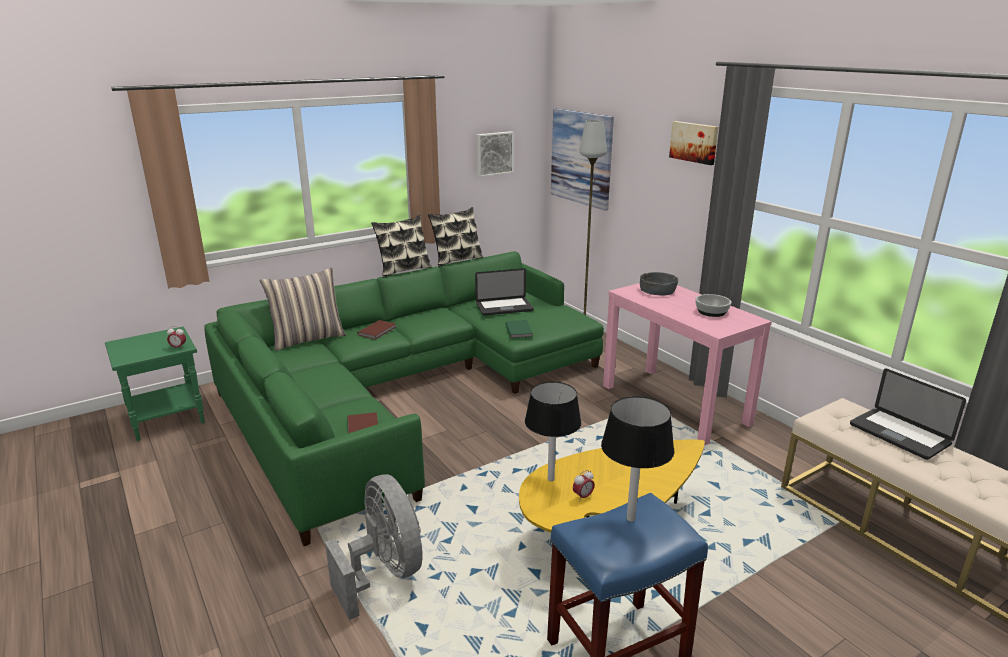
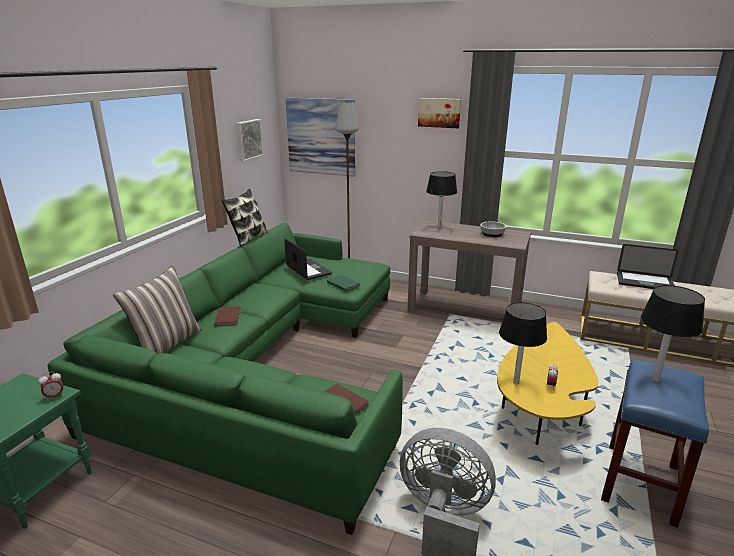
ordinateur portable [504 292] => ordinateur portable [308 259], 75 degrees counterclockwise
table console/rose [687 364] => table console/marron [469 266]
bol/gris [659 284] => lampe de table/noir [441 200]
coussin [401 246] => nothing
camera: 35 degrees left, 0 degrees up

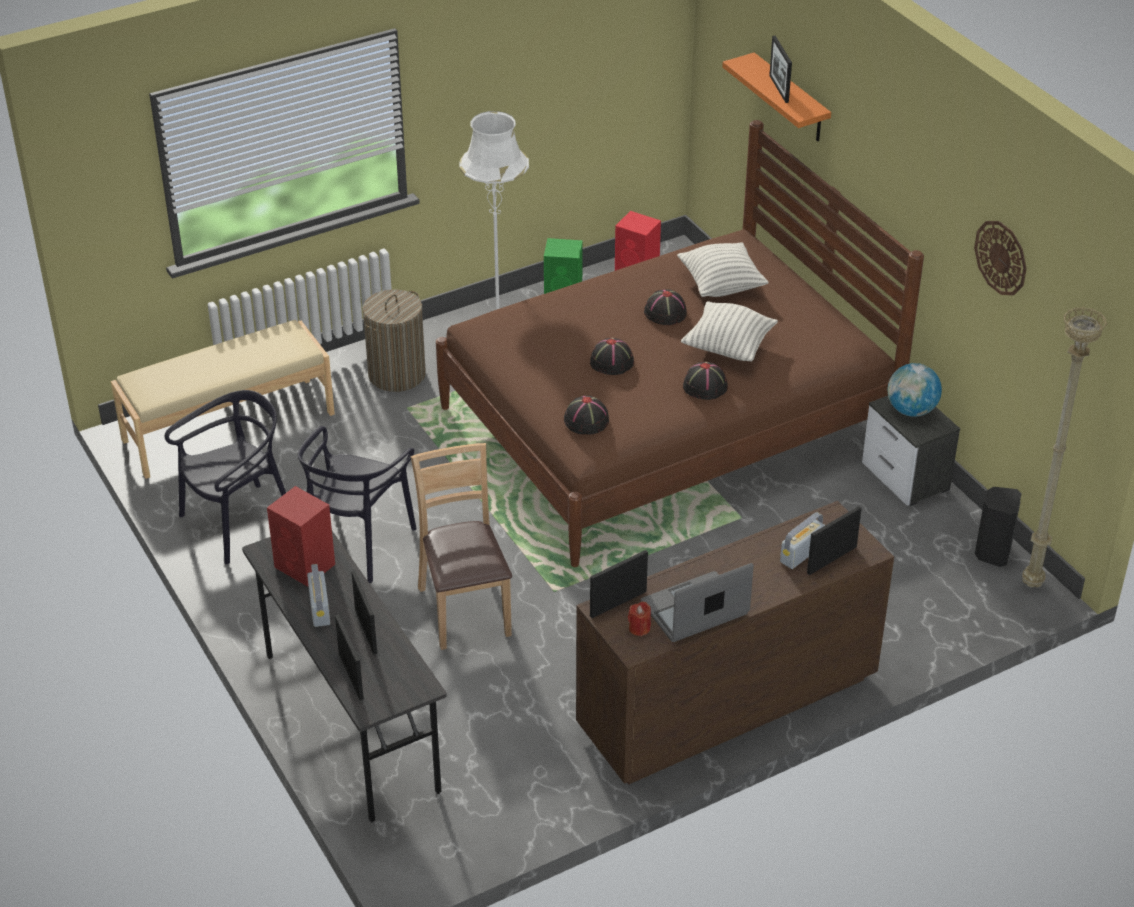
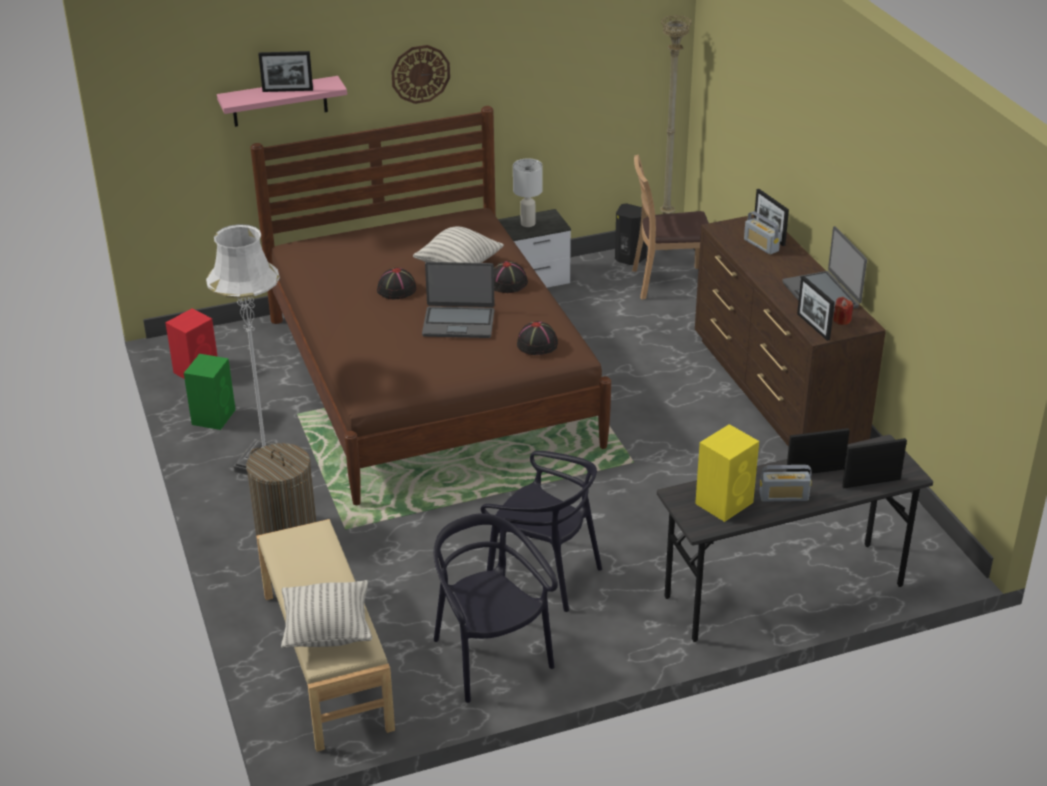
étagère/orange [776 96] => étagère/rose [282 101]
coussin [723 269] => coussin [326 614], moved
horloge murale [1000 258] => horloge murale [420 74], moved
chapeau/noir [612 356] => ordinateur portable [458 300]
globe [915 390] => lampe de table/blanc [528 192]
chaise/marron [461 546] => chaise/marron [670 227], moved
enceinte/rouge [301 536] => enceinte/jaune [727 473]
camera: 80 degrees left, 5 degrees down

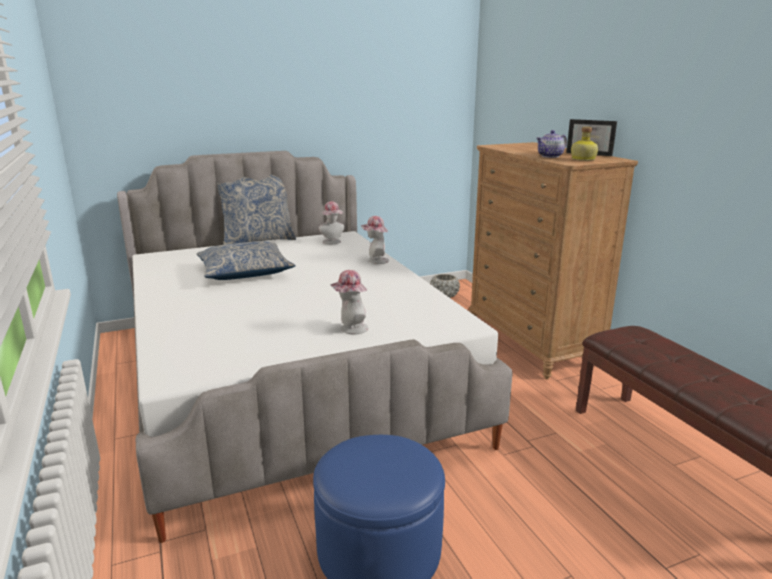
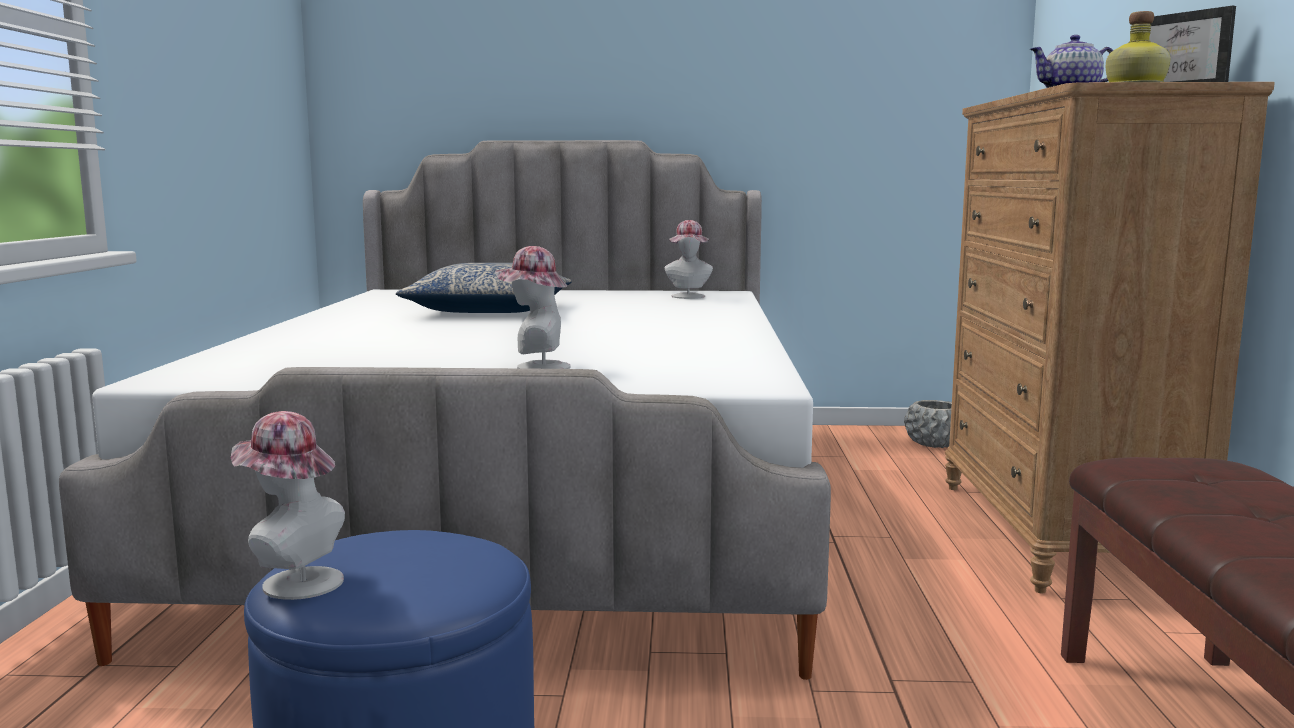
chapeau [375 240] => chapeau [288 505], moved
coussin [256 209] => nothing
camera: 25 degrees right, 10 degrees down

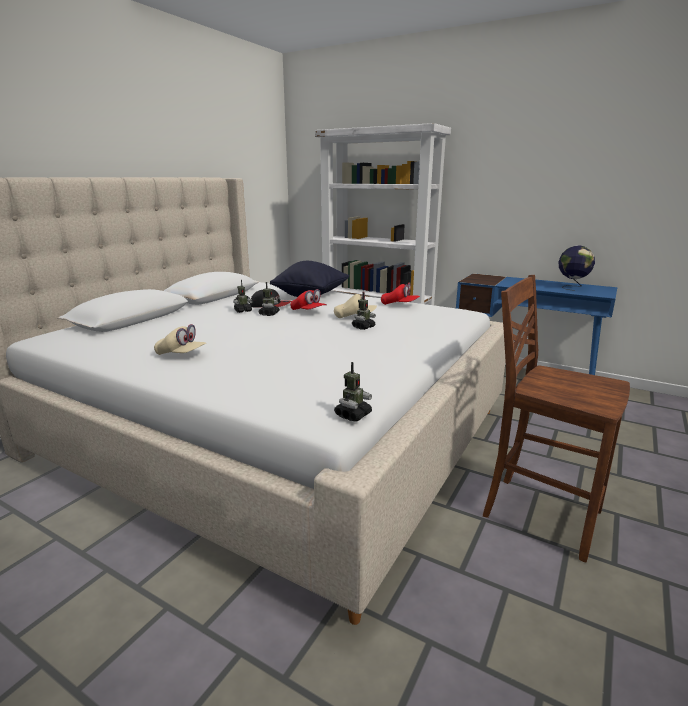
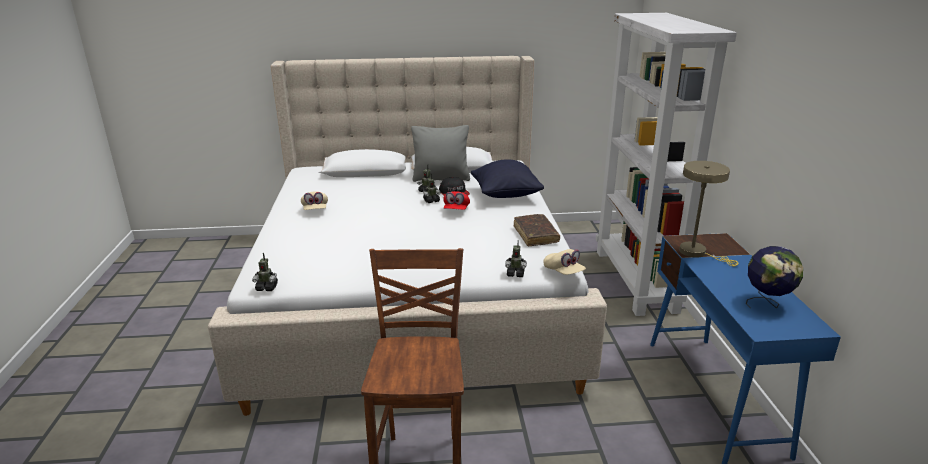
nothing => coussin/gris [440 153]
robot jouet [364 311] => robot jouet [516 258], moved
casquette/rouge [400 293] => livre/marron [537 230]
casquette/beige [355 305] => casquette/beige [565 262], moved
nothing => lampe de table/beige [709 213]
camera: 55 degrees right, 5 degrees up

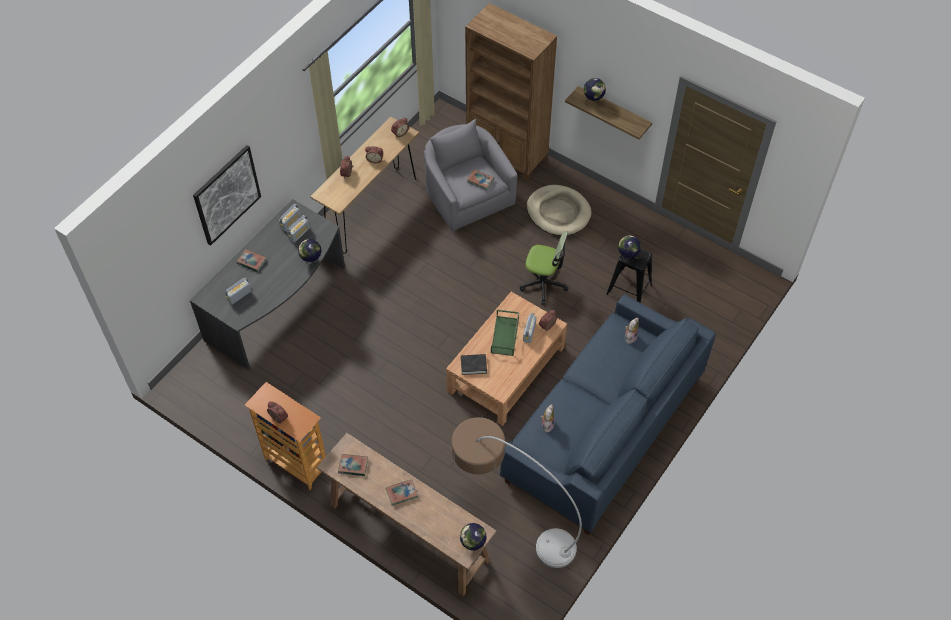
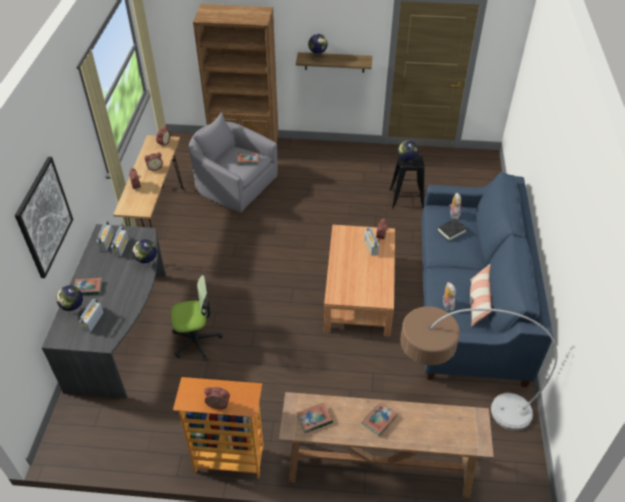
globe [473 537] => globe [69 300], moved
chaise de bureau [544 268] => chaise de bureau [197 318], moved
livre/noir [474 364] => livre/noir [452 229], moved
nothing => coussin [481 295]
plateau/vert [505 333] => nothing
panier pour chien/beige [559 210] => nothing
camera: 30 degrees left, 10 degrees down

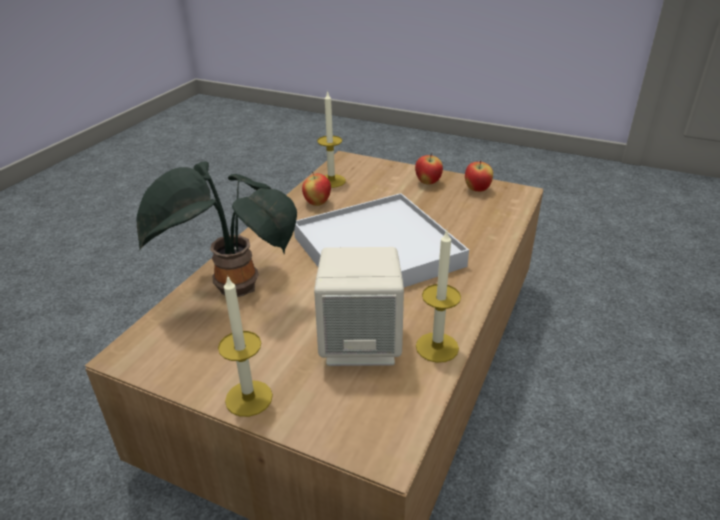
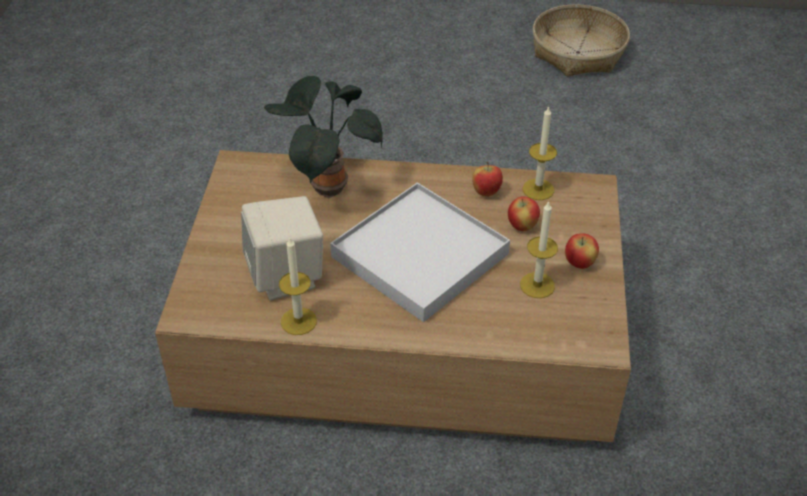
pomme [479 176] => pomme [524 213], moved
bougie [245 346] => bougie [539 249], moved
nothing => panier [581 40]
camera: 70 degrees right, 10 degrees up

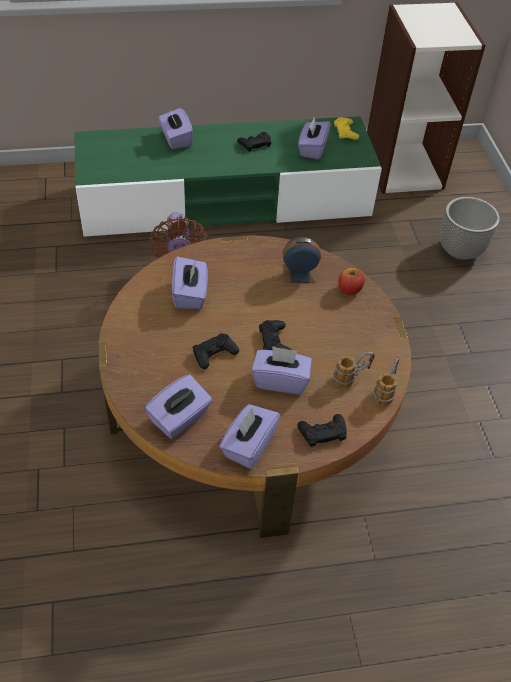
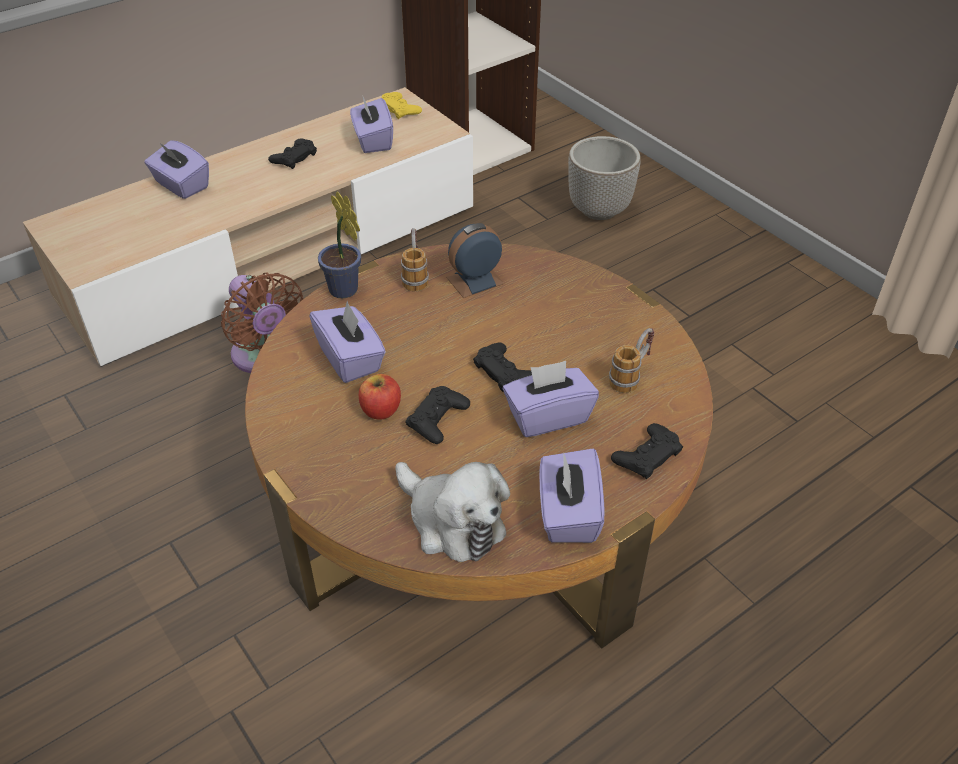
meuble télé/vert [228 176] => meuble télé/beige [248 227]
nothing => plante en pot [339 245]
pomme [351 281] => pomme [380 397], moved
boîte à mouchoirs/violet [178 406] => peluche [453 512]
mug [386 381] => mug [415 260], moved
camera: 25 degrees left, 5 degrees down

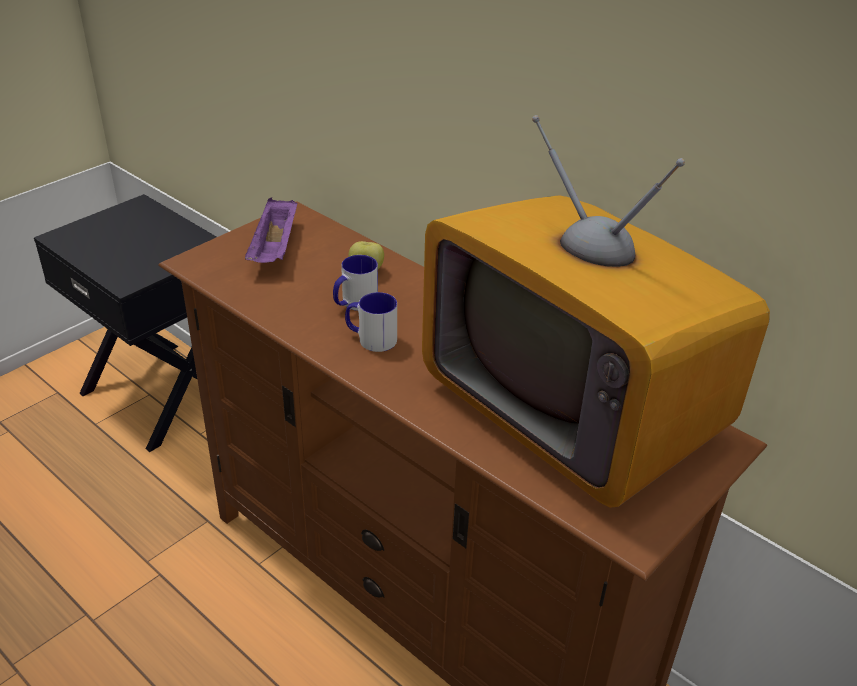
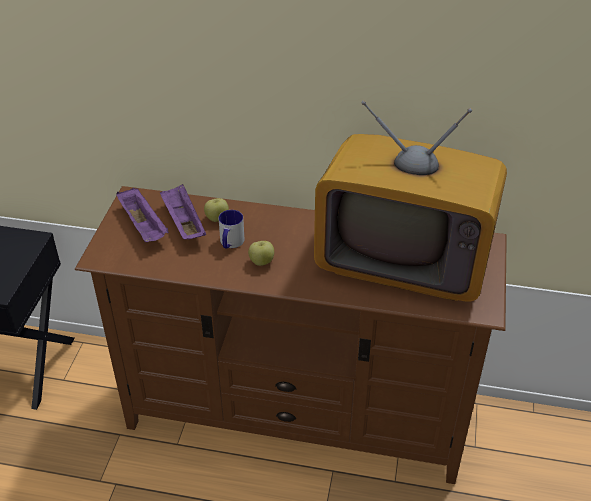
nothing => plateau/violet [183 212]
mug [371 322] => pomme [261 253]
camera: 30 degrees left, 5 degrees up

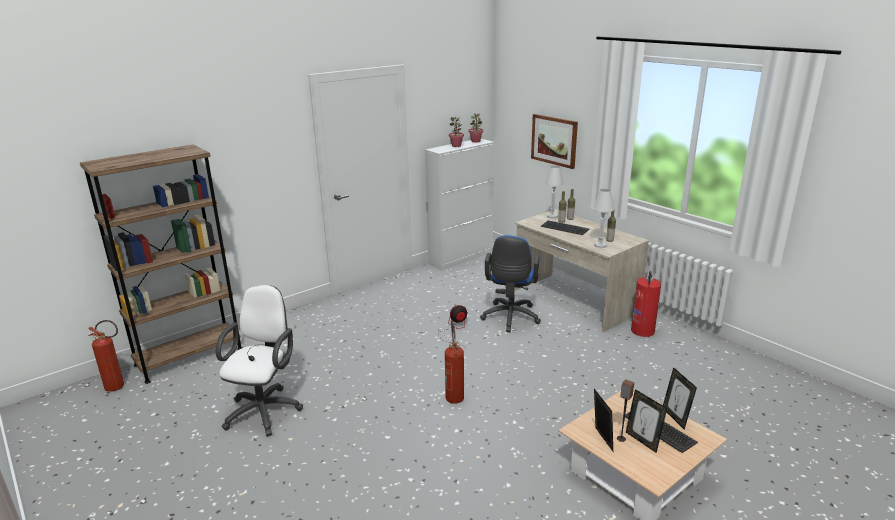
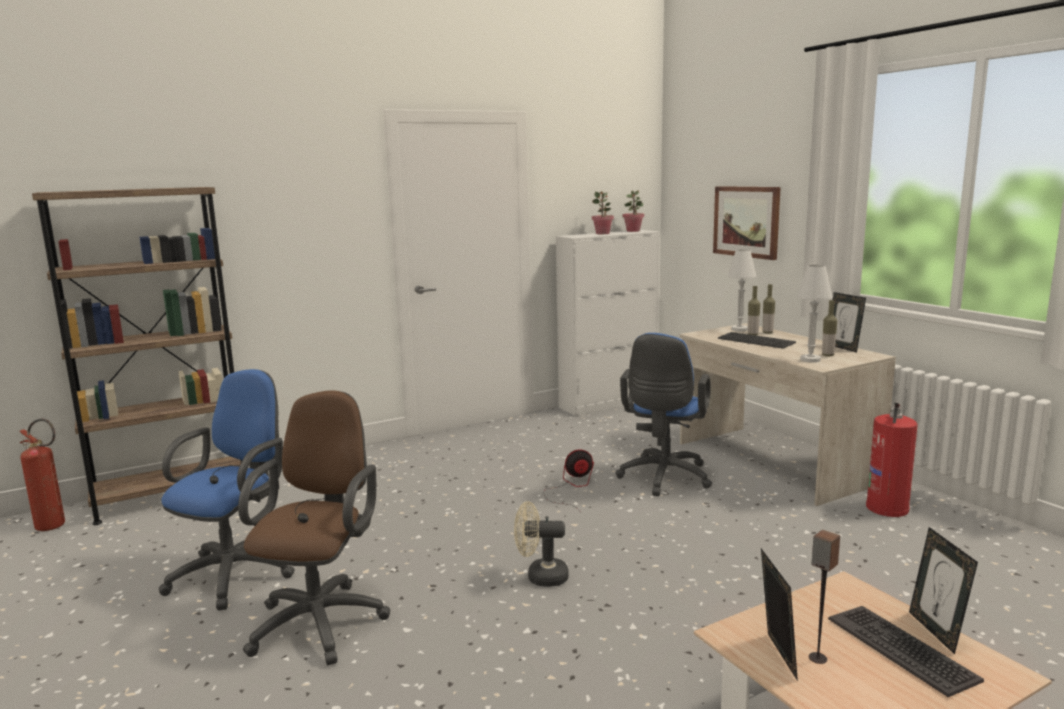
chaise de bureau/blanc [259 361] => chaise de bureau/bleu [227 489]
nothing => chaise de bureau/marron [314 527]
extincteur [454 362] => ventilateur/beige [541 544]
cadre photo [646 421] => cadre photo [849 322], moved
camera: 10 degrees right, 10 degrees down

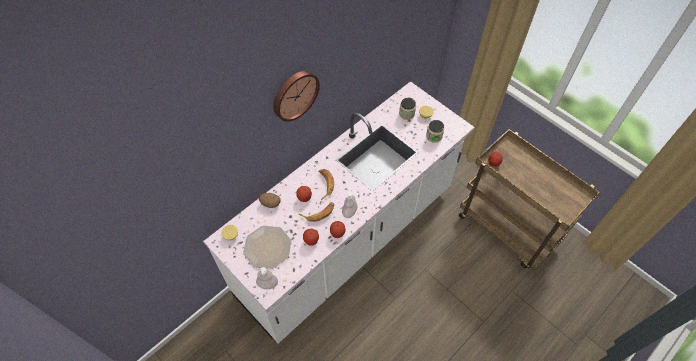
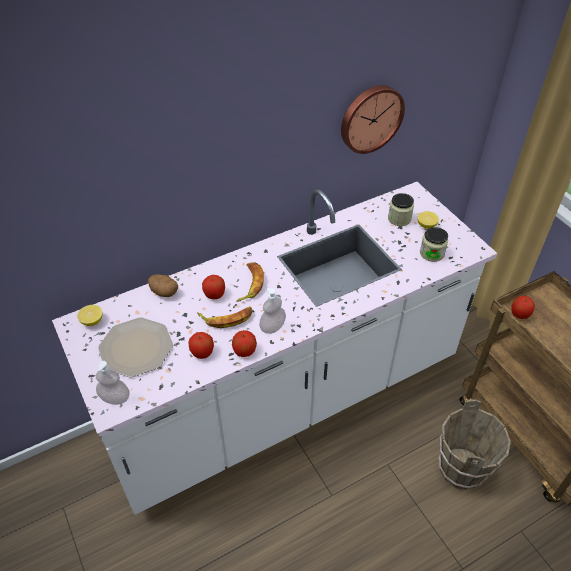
horloge murale [296 96] => horloge murale [373 119], moved
nothing => seau/marron [475 445]
camera: 15 degrees right, 10 degrees down

